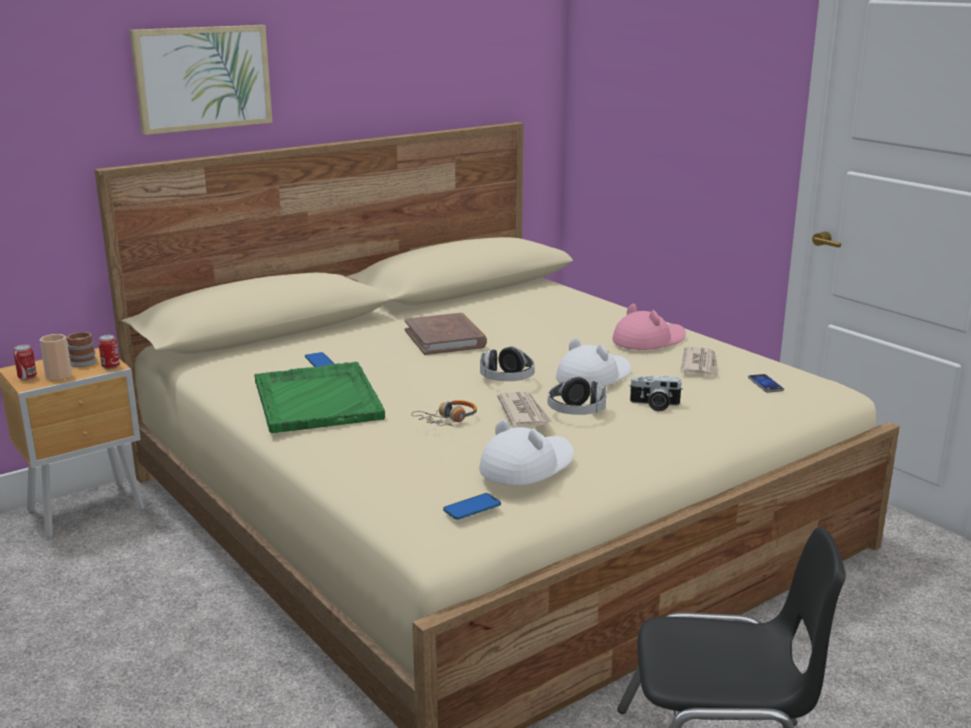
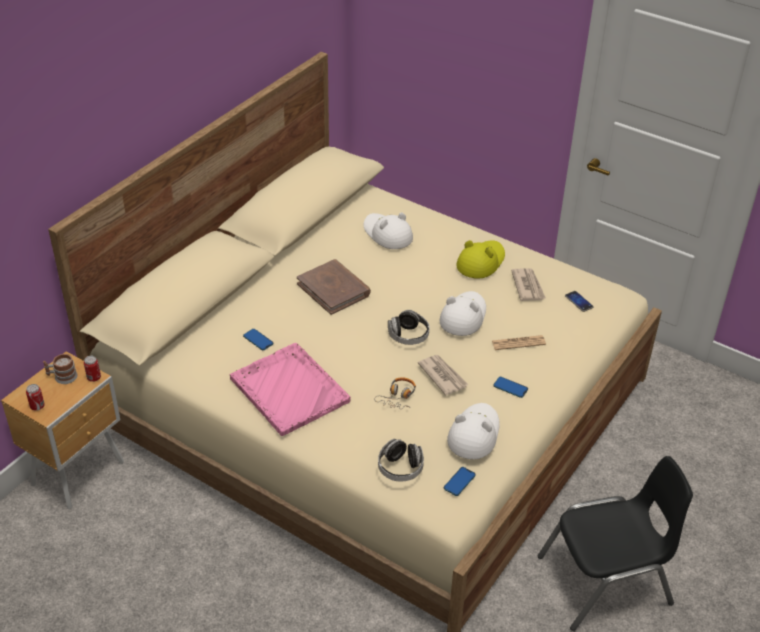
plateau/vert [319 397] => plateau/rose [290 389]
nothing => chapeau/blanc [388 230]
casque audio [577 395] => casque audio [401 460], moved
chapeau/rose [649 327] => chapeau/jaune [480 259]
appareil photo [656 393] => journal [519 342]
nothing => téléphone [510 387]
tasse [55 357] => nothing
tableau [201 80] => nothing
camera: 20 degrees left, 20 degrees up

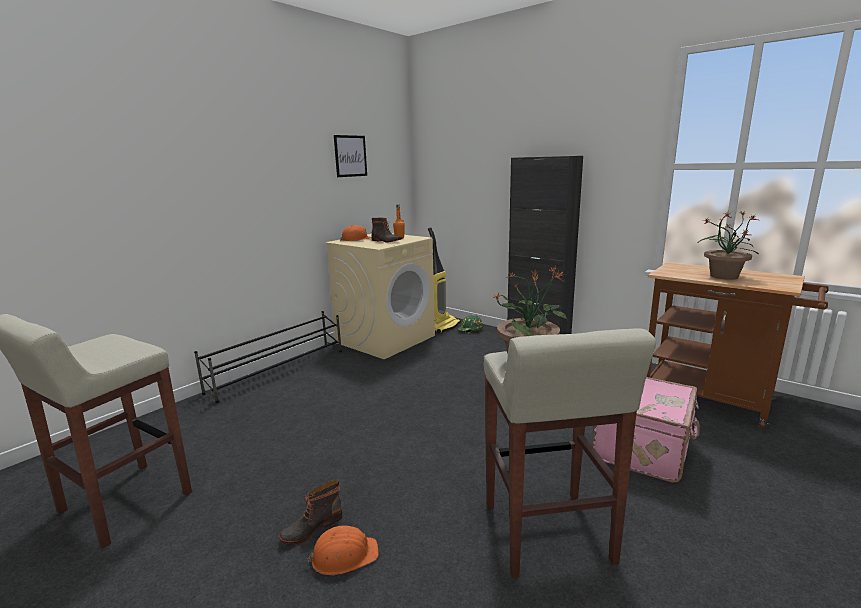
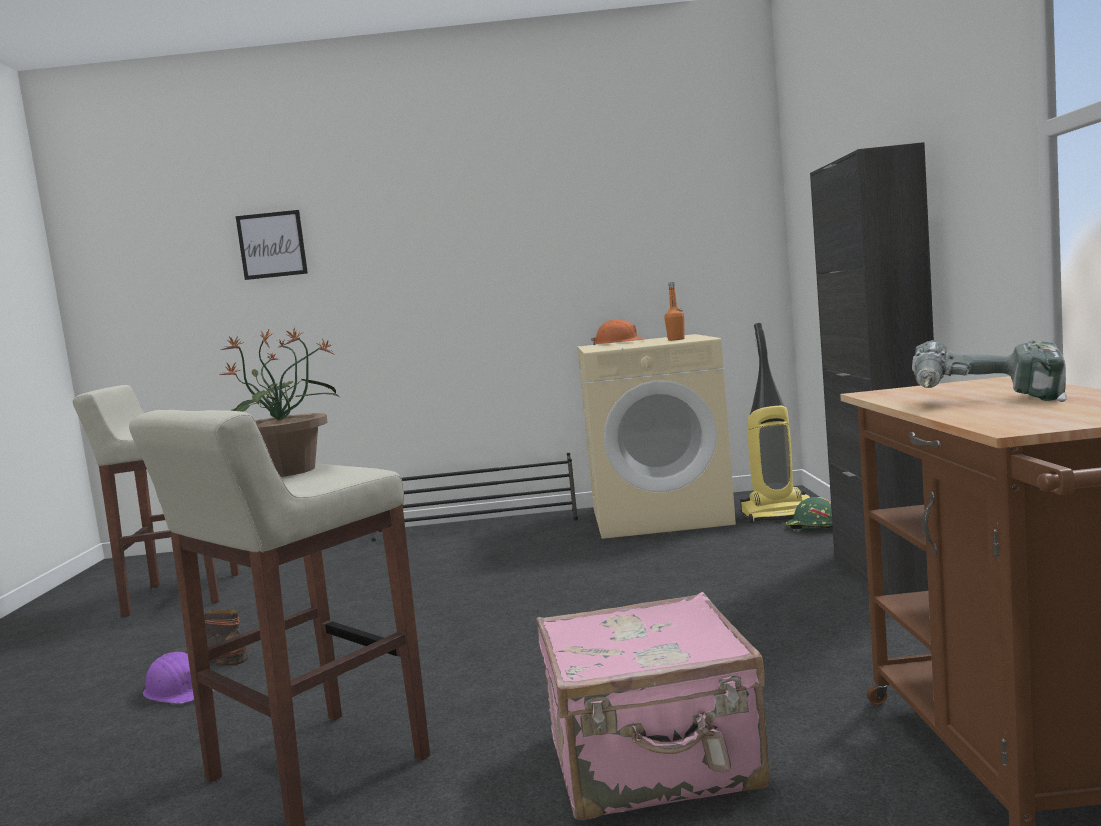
casque de chantier/orange [342 550] => casque de chantier/violet [178 678]
tableau [350 156] => tableau [272 245], moved
plante en pot [728 245] => perceuse [989 371]
botte [386 230] => nothing
camera: 50 degrees right, 10 degrees down

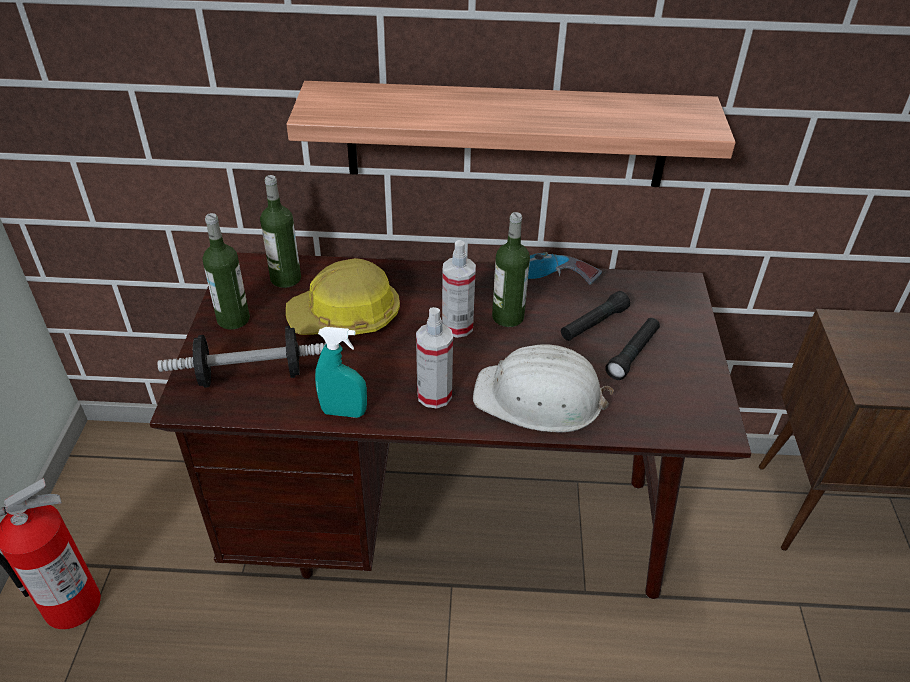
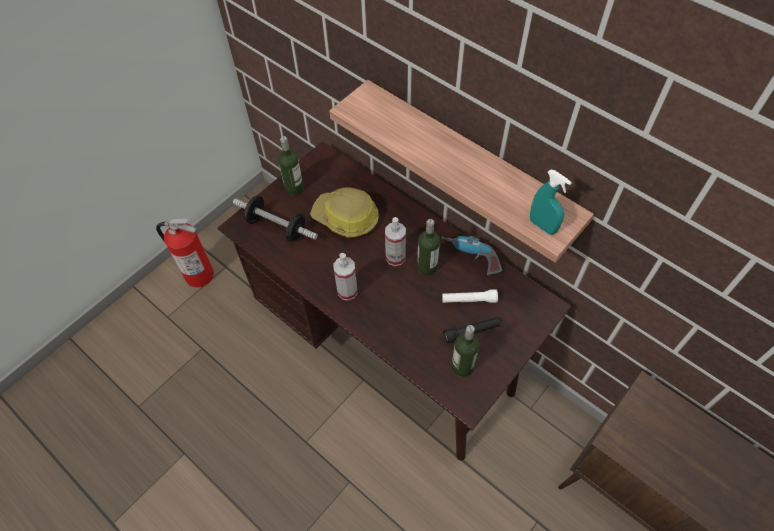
lampe de poche/noir [595 316] => lampe de poche/blanc [470 296]
bouteille [280 231] => bouteille [465 351], moved
vaporisateur/turquoise [341 372] => vaporisateur/turquoise [551 202], moved
casque de chantier/blanc [543 388] => nothing
camera: 40 degrees right, 15 degrees up

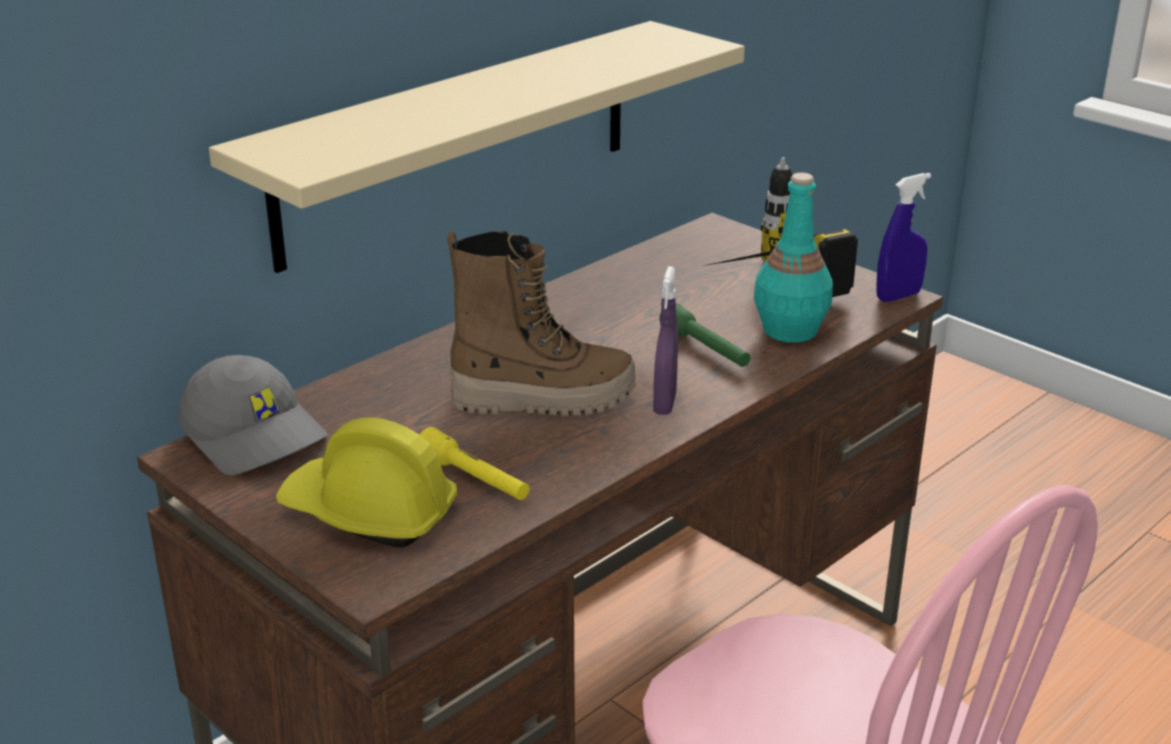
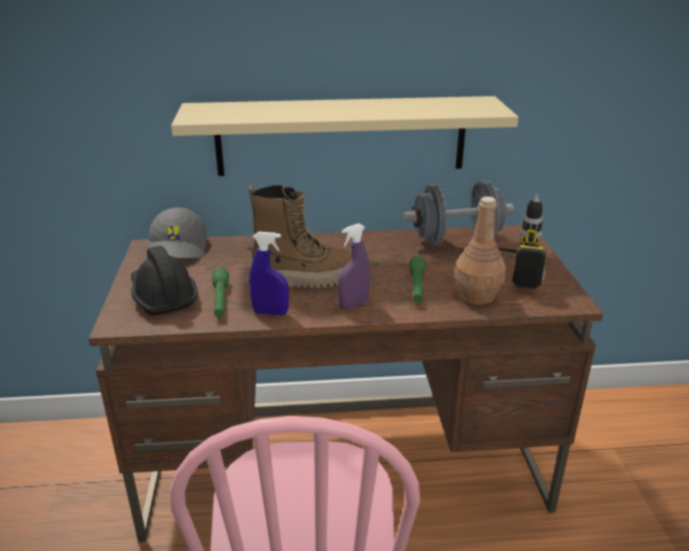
casque de chantier/jaune [367 482] => casque de chantier/noir [164 280]
lampe de poche/jaune [474 463] => lampe de poche/vert [220 292]
botte [541 323] => botte [300 236], 45 degrees counterclockwise
vaporisateur/bleu [903 237] => vaporisateur/bleu [269 274], moved
nothing => haltère/gris [458 213]
bouteille/turquoise [793 258] => bouteille/marron [480 250]
camera: 40 degrees right, 0 degrees up

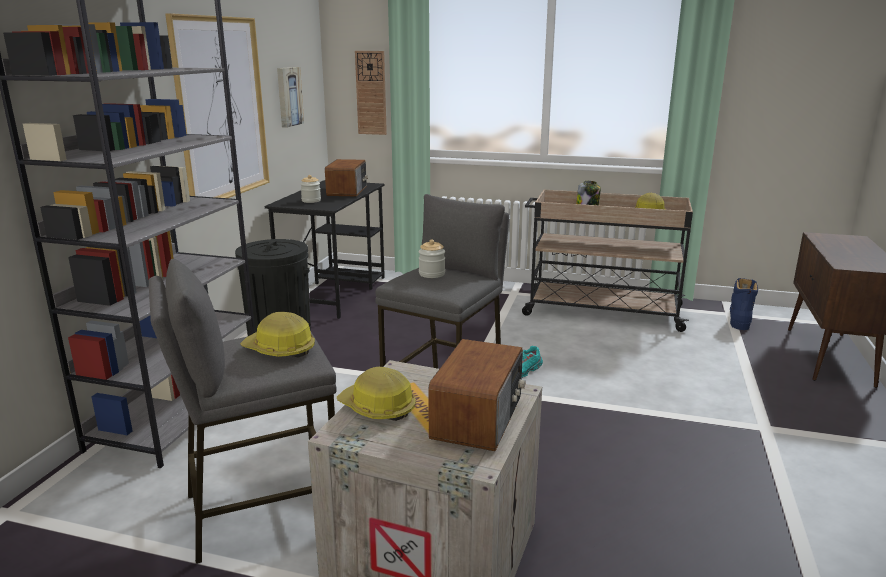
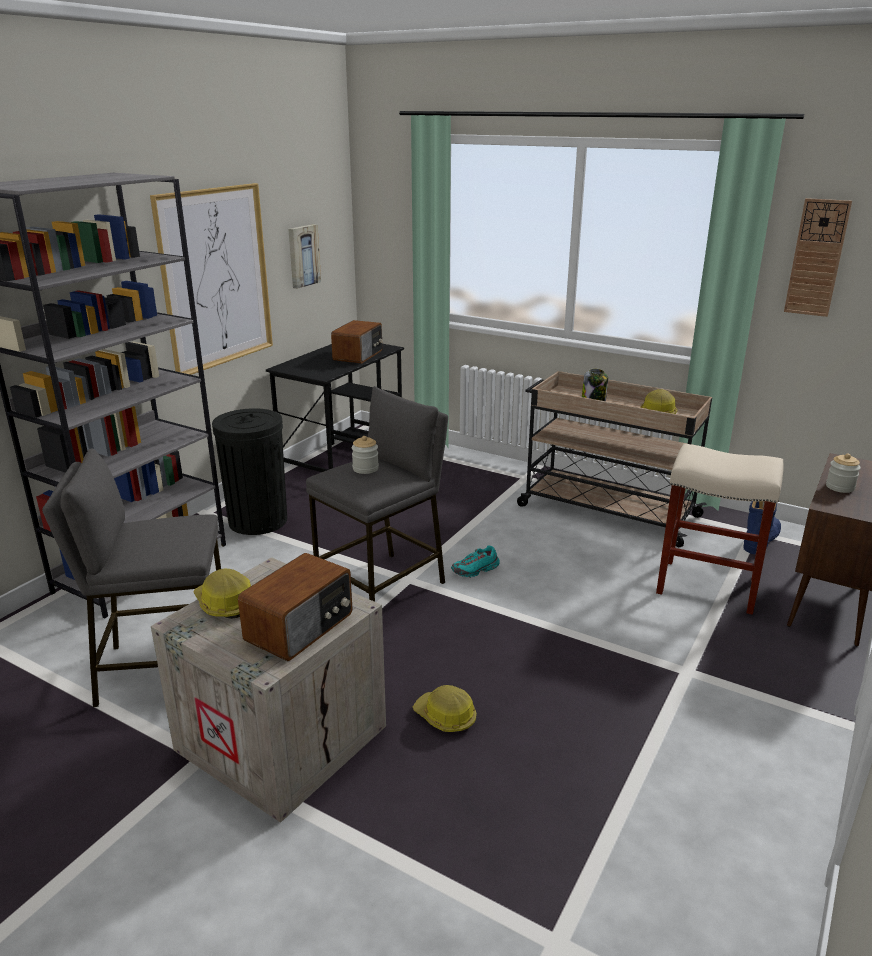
casque de chantier [277 335] => casque de chantier [444 708], moved
nothing => tabouret/beige [720 529]
horloge murale [371 93] => horloge murale [818 257], moved
bocal [310 189] => bocal [843 473], moved
camera: 15 degrees right, 5 degrees up

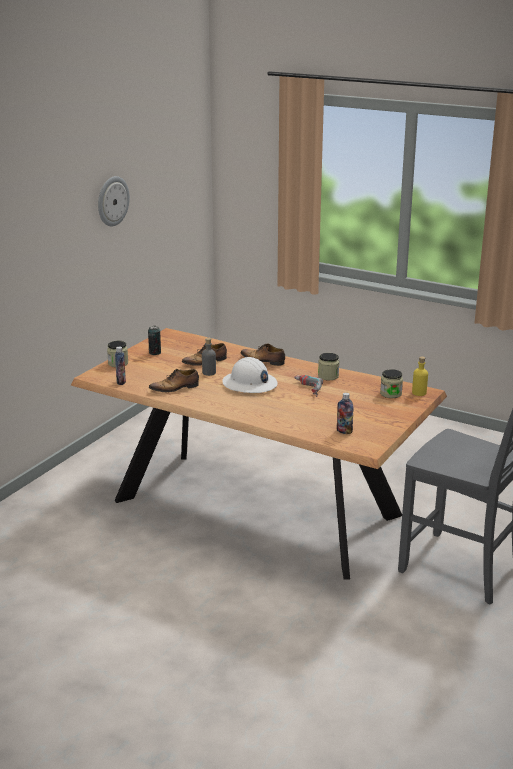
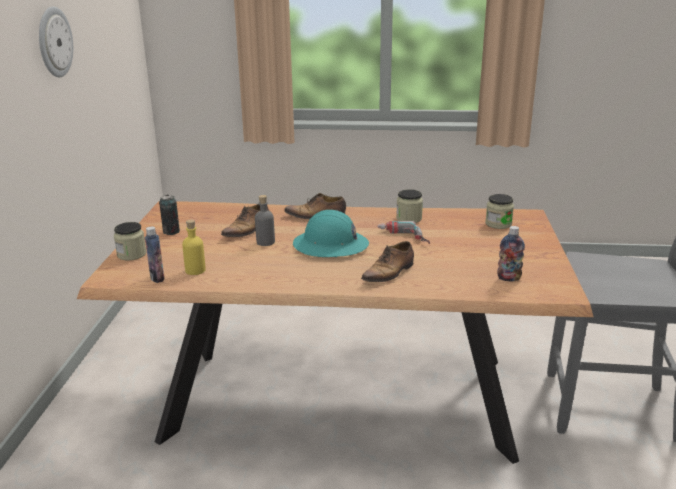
bouteille/jaune [420 376] => bouteille/jaune [194 247], moved
casque de chantier/blanc [250 375] => casque de chantier/turquoise [331 233]
chaussure [174 380] => chaussure [387 261], moved
camera: 25 degrees left, 0 degrees up

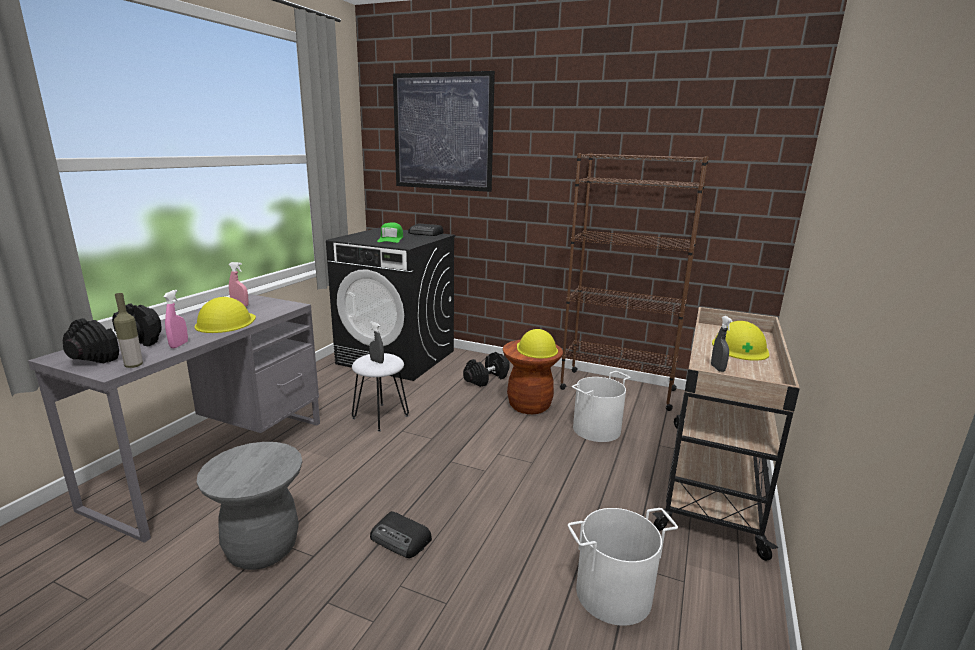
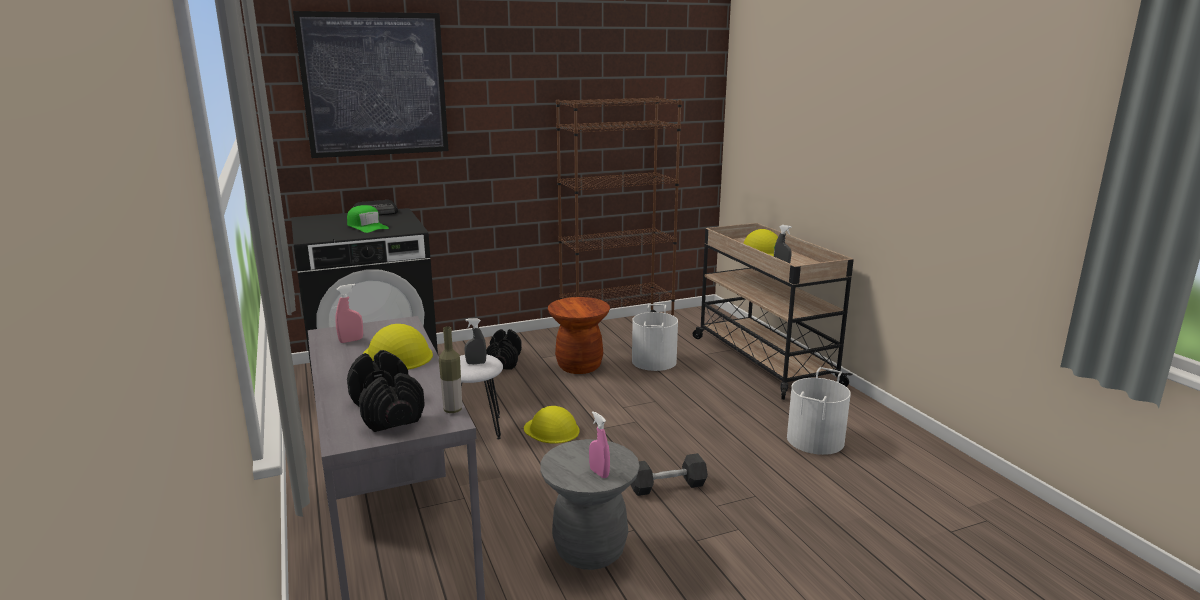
casque de chantier/jaune [537 343] => casque de chantier/jaune [552 425], moved
vaporisateur/rose [175 319] => vaporisateur/rose [599 444], moved
radio [401 534] => haltère/noir [669 474]
camera: 45 degrees left, 0 degrees up

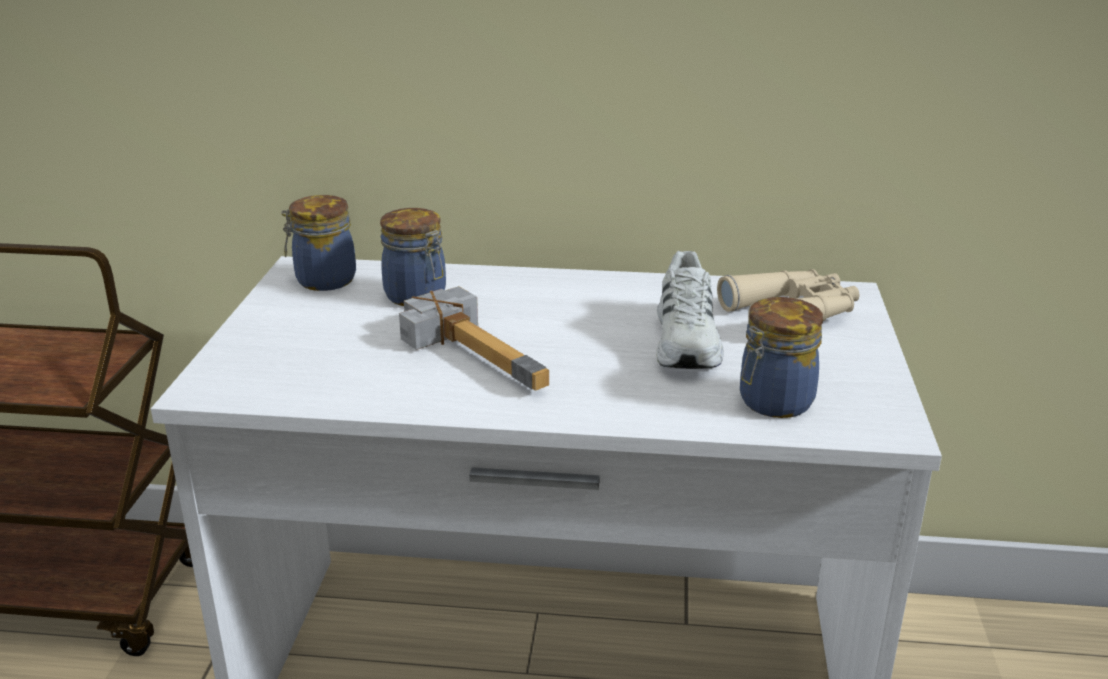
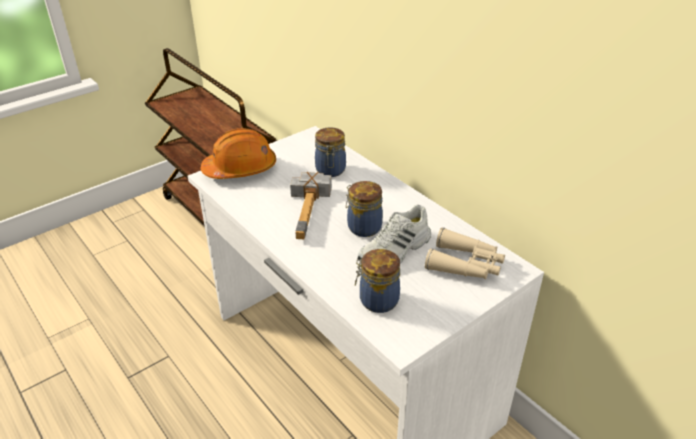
nothing => casque de chantier/orange [238 153]
bocal [318 243] => bocal [364 209], moved
camera: 45 degrees right, 10 degrees up

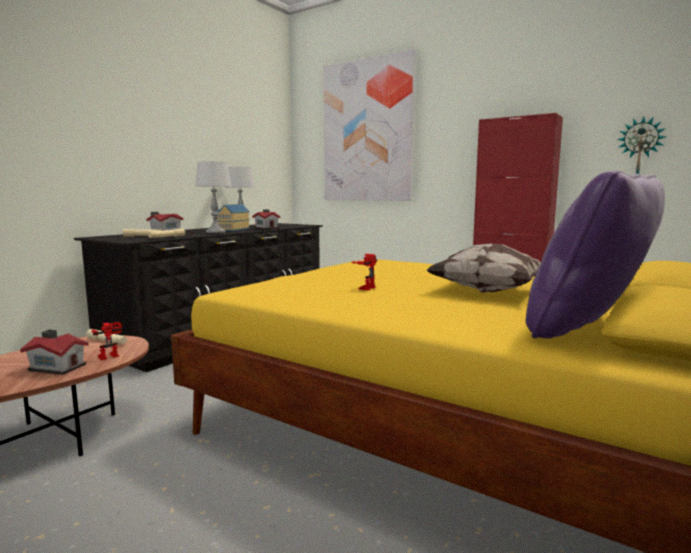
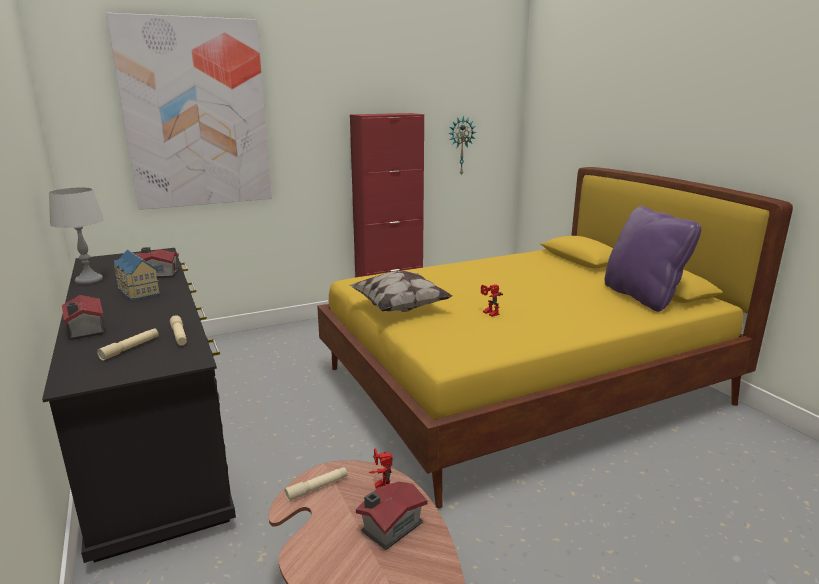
coussin [484 268] => coussin [401 291], moved
lampe de table/gris [213 197] => nothing
camera: 60 degrees left, 10 degrees up

